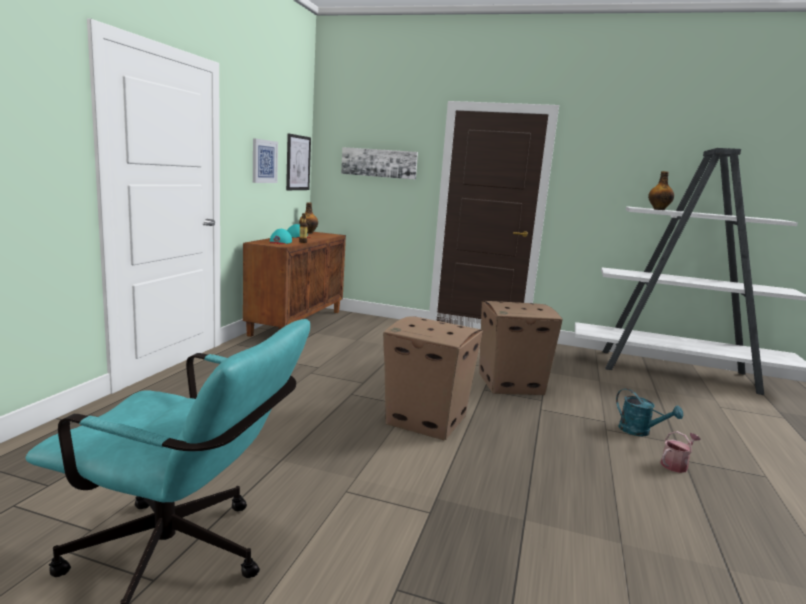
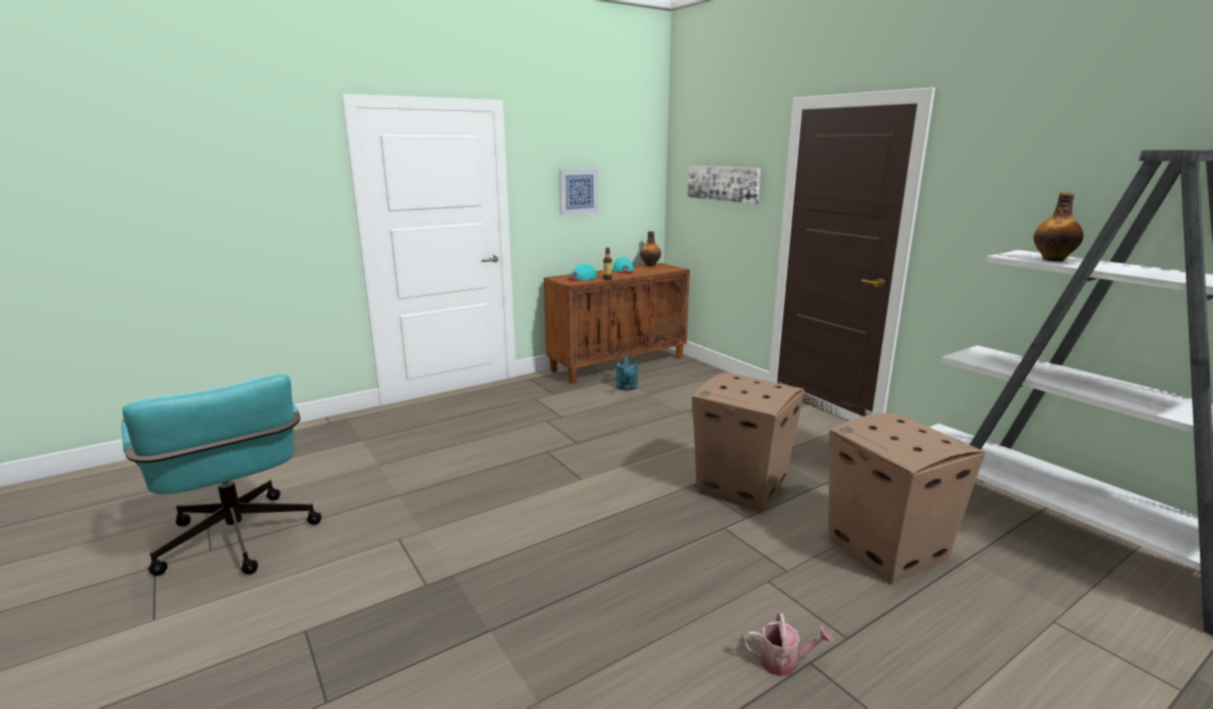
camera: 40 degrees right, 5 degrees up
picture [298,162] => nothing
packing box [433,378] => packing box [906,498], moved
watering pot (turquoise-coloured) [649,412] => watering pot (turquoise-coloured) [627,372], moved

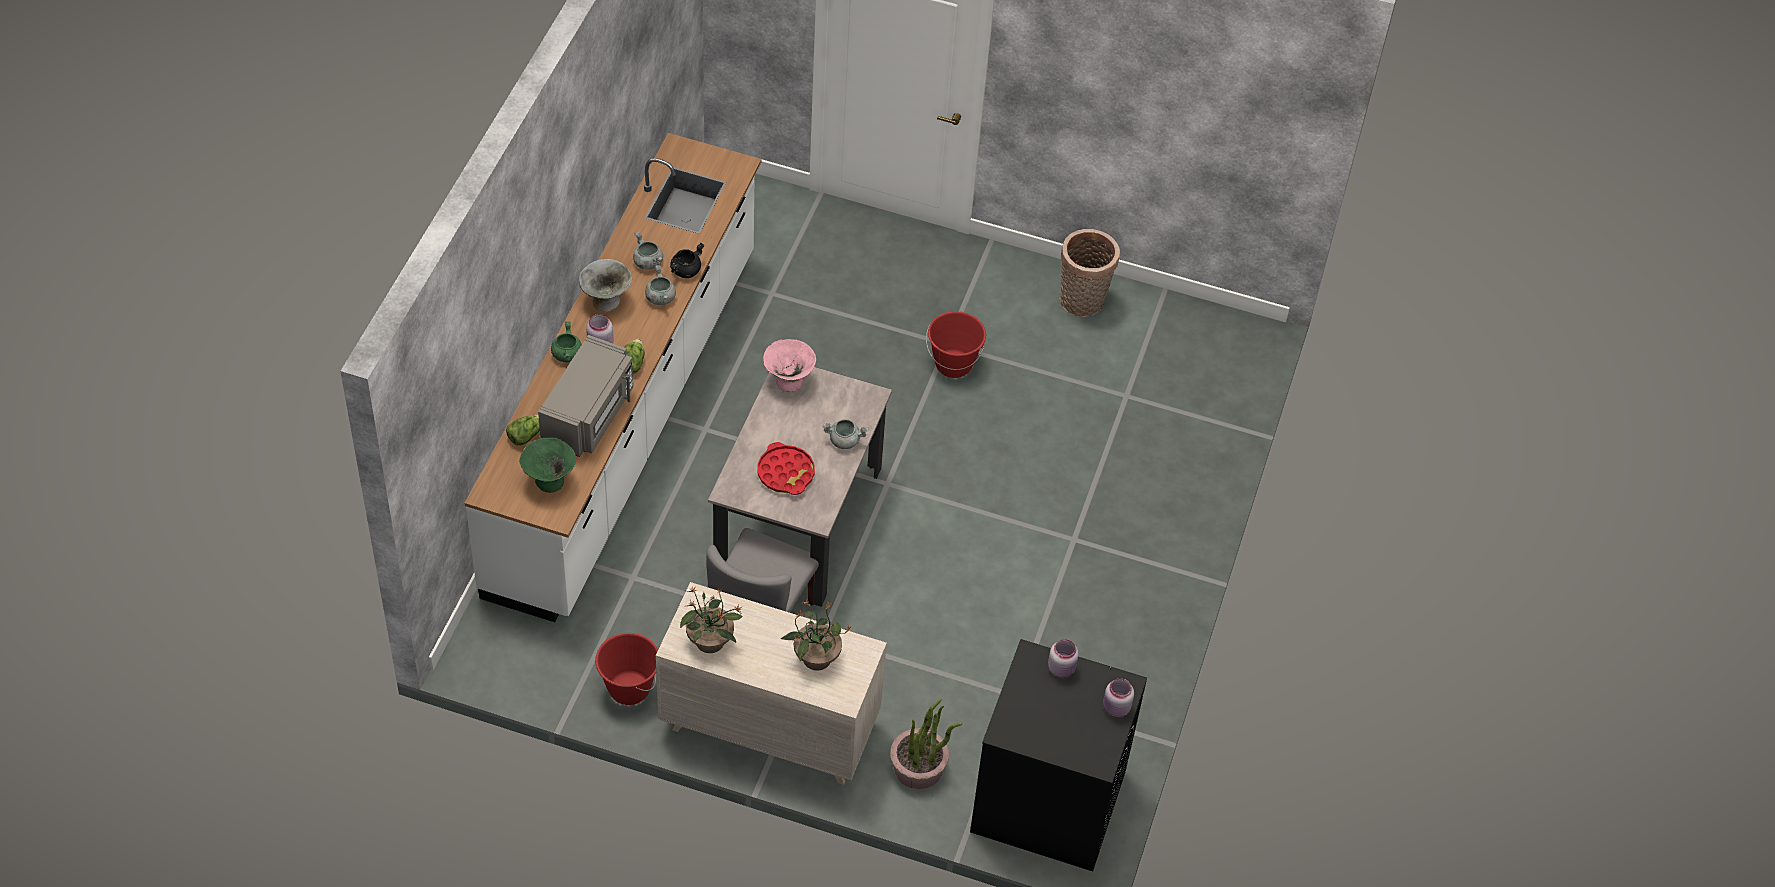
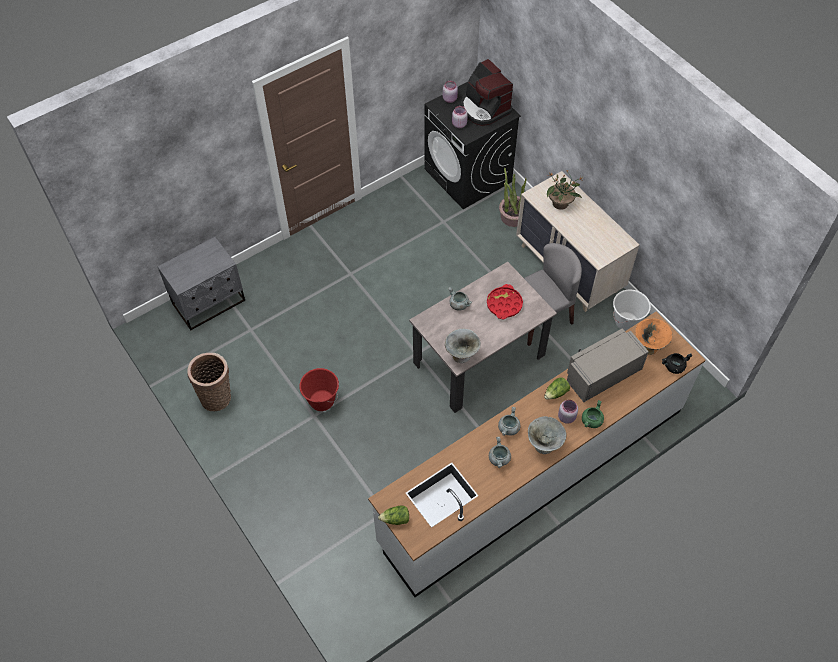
camera: 140 degrees left, 5 degrees up
houseplant [711,620] => nothing
nothing => bedside table (greyish) [201,283]
nothing => coffee brewer [487,92]
head of lettuce [523,430] => head of lettuce [393,515], moved
saucepot (blackish) [687,260] => saucepot (blackish) [677,363], moved
serving bowl (green-coloured) [547,465] => serving bowl (orange-coloured) [653,337]
pail (reddish) [626,669] => pail (white) [632,310]
serving bowl (pink-coloured) [789,365] => serving bowl (greyish) [463,346]

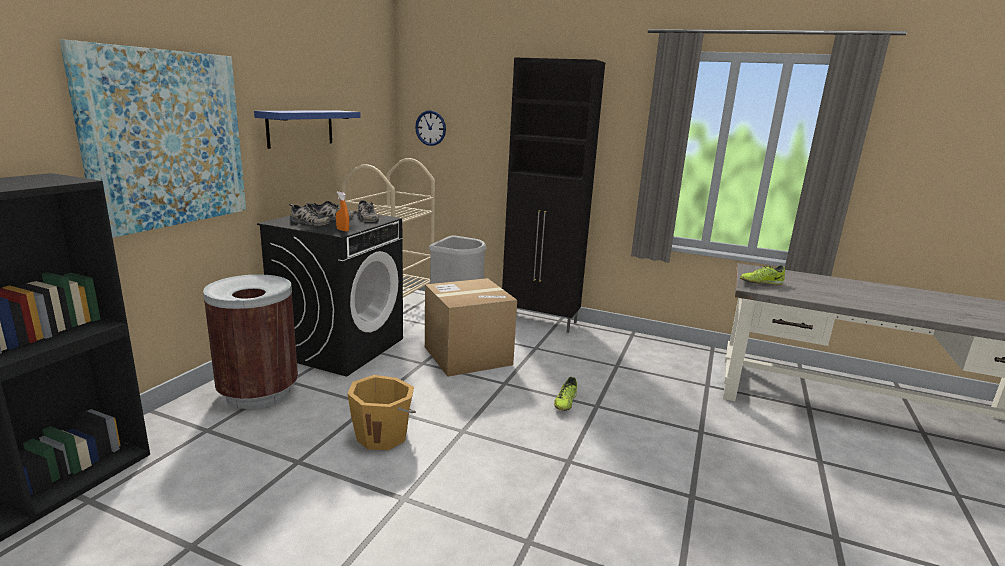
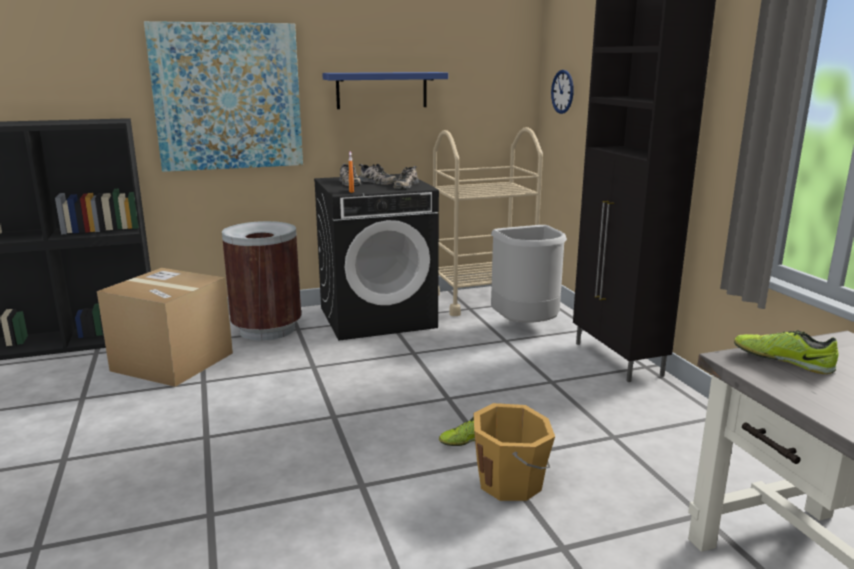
camera: 50 degrees right, 0 degrees up
pail (orange-coloured) [381,412] => pail (orange-coloured) [514,452], moved
packing box [471,327] => packing box [165,327], moved

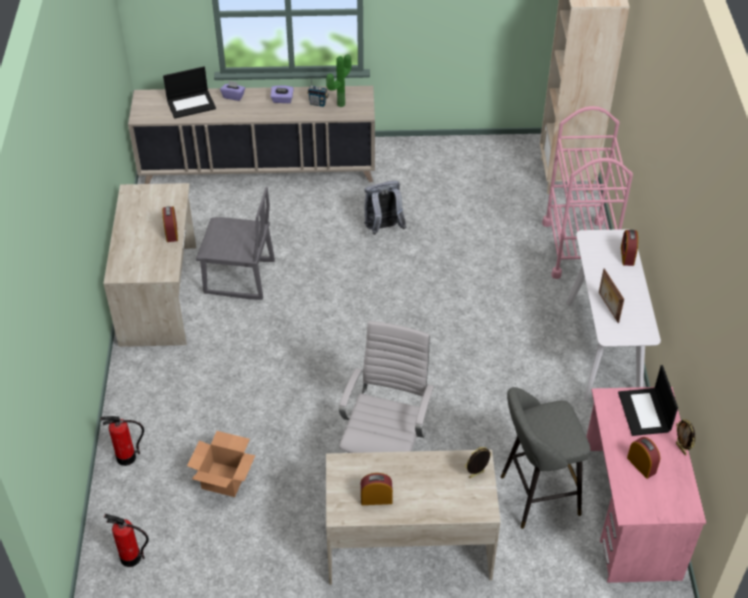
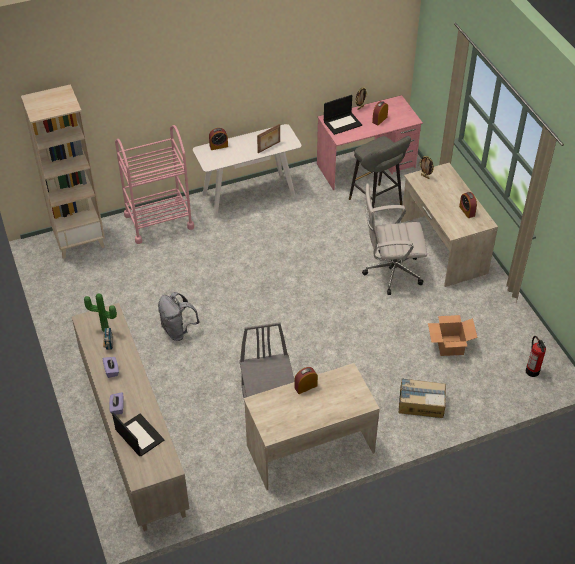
camera: 110 degrees left, 0 degrees up
fire extinguisher [122,441] => nothing
nothing => packing box [422,398]

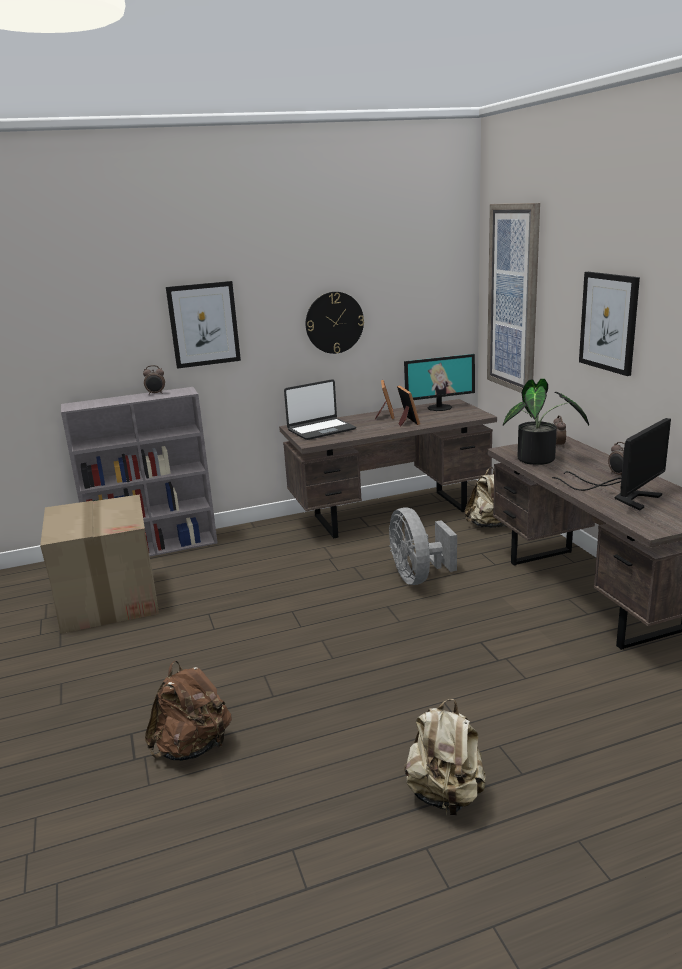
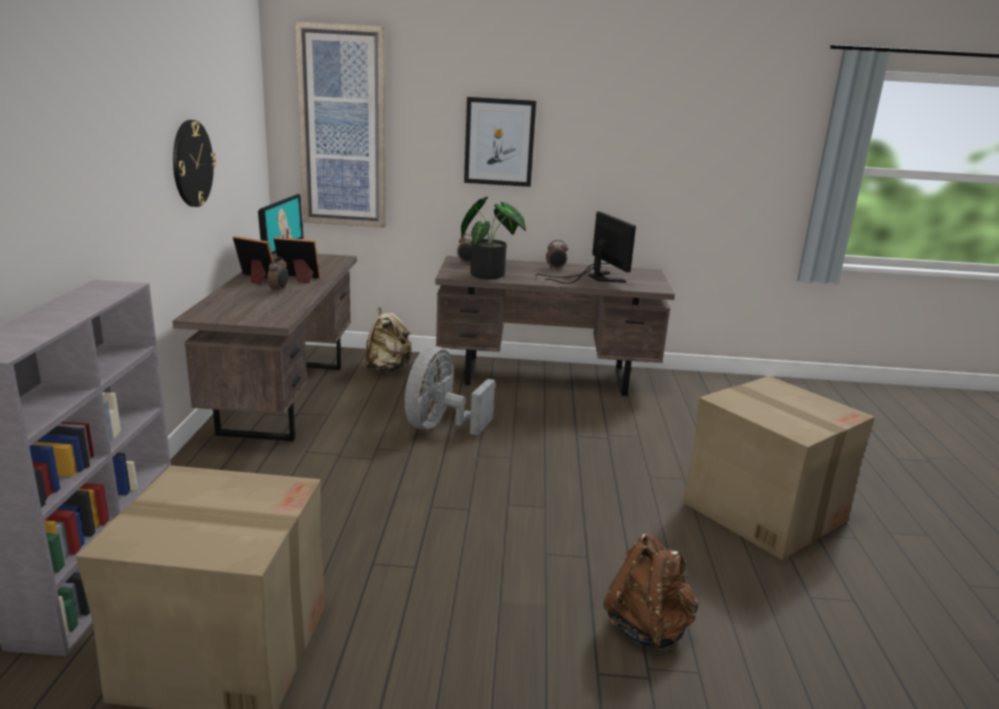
camera: 70 degrees left, 0 degrees up
picture [203,325] => nothing
portable computer [320,409] => nothing
bedside clock [154,380] => bedside clock [277,275], moved
knapsack (sand-coloured) [445,757] => packing box [779,468]
electric fan (greyish) [423,546] => electric fan (greyish) [450,390], 105 degrees clockwise

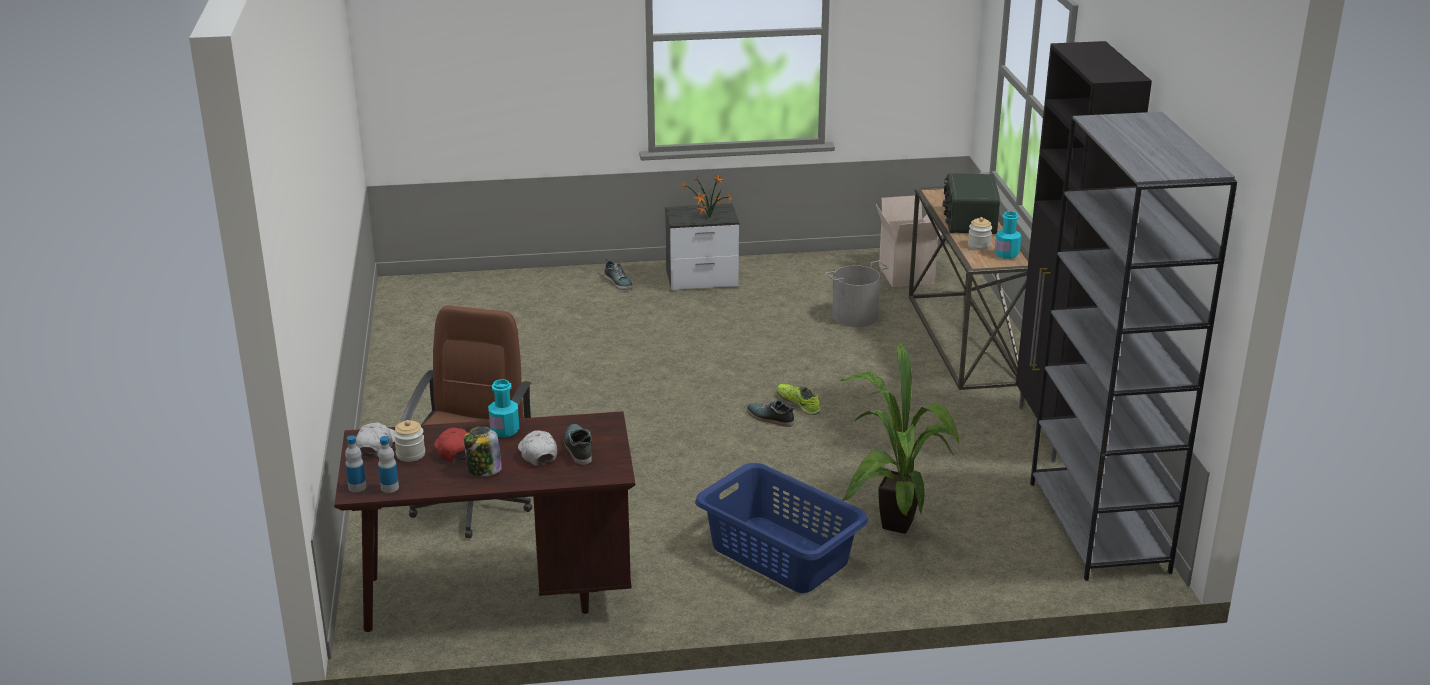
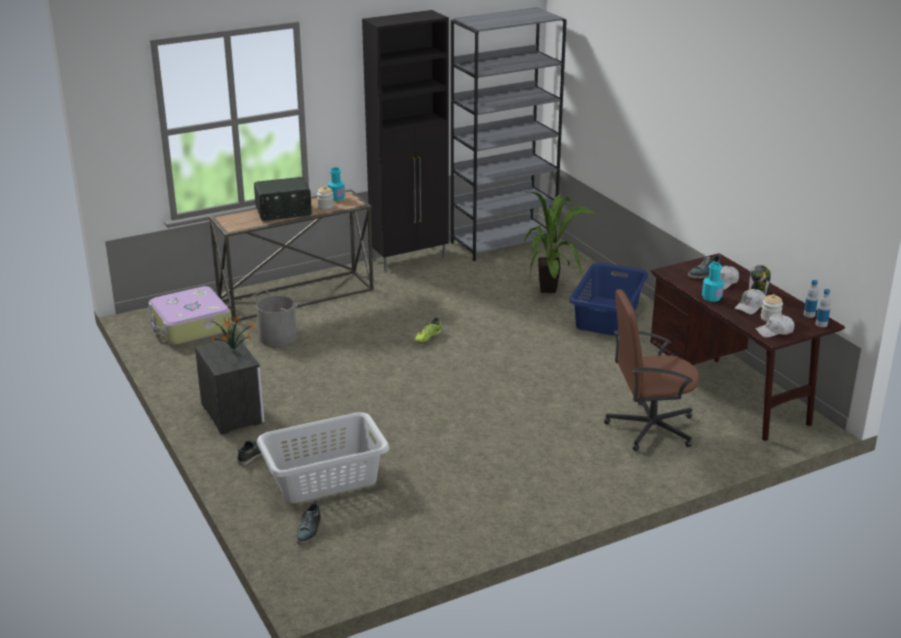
camera: 110 degrees left, 0 degrees up
nothing => laundry basket (greyish) [323,458]
item of footwear [771,413] => item of footwear [308,522], moved
packing box [909,241] => travel case [190,315]
peaked cap (reddish) [450,445] => peaked cap (white) [750,301]

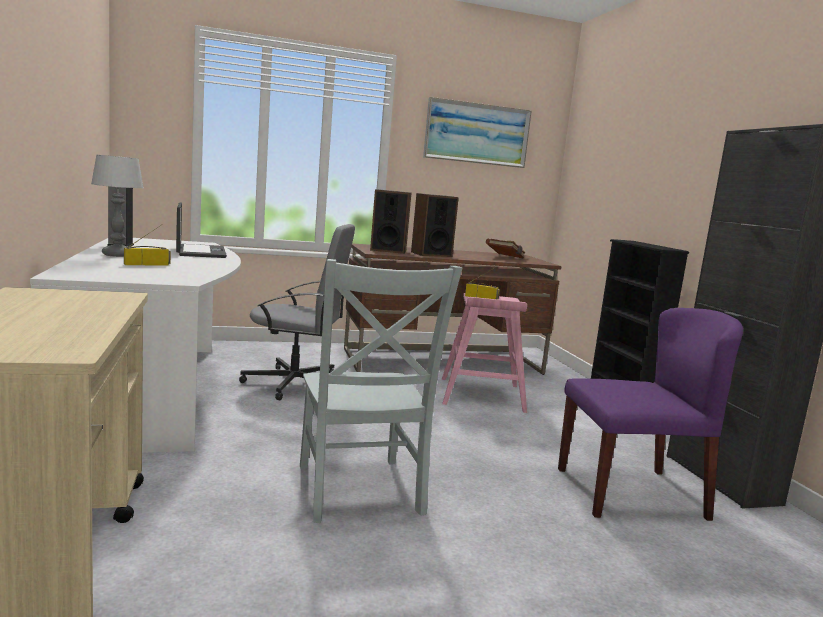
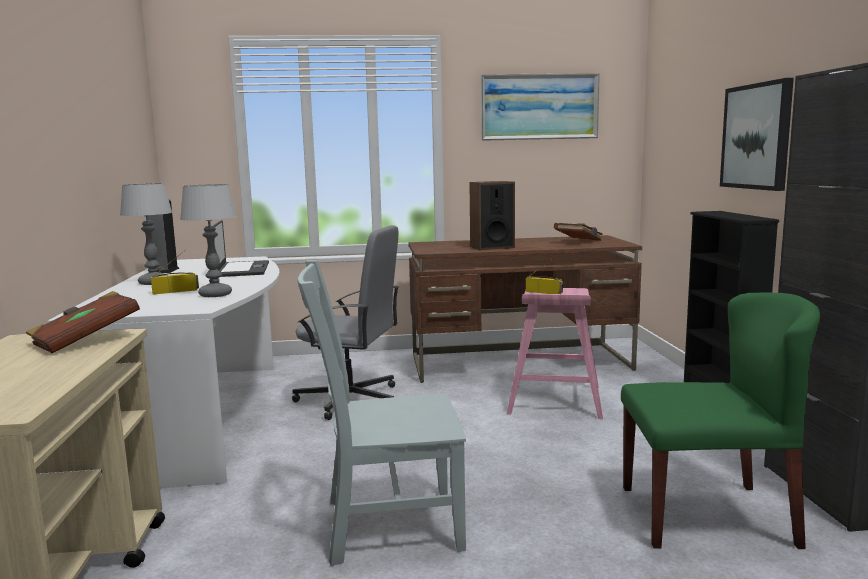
camera: 10 degrees right, 0 degrees up
speaker [390,221] => nothing
nothing => book (brownish) [83,322]
nothing => table lamp [208,240]
nothing => picture [757,134]
upright chair (purple-coloured) [650,414] => upright chair (green-coloured) [720,420]
upright chair (greyish) [381,391] => upright chair (greyish) [382,413], 90 degrees clockwise

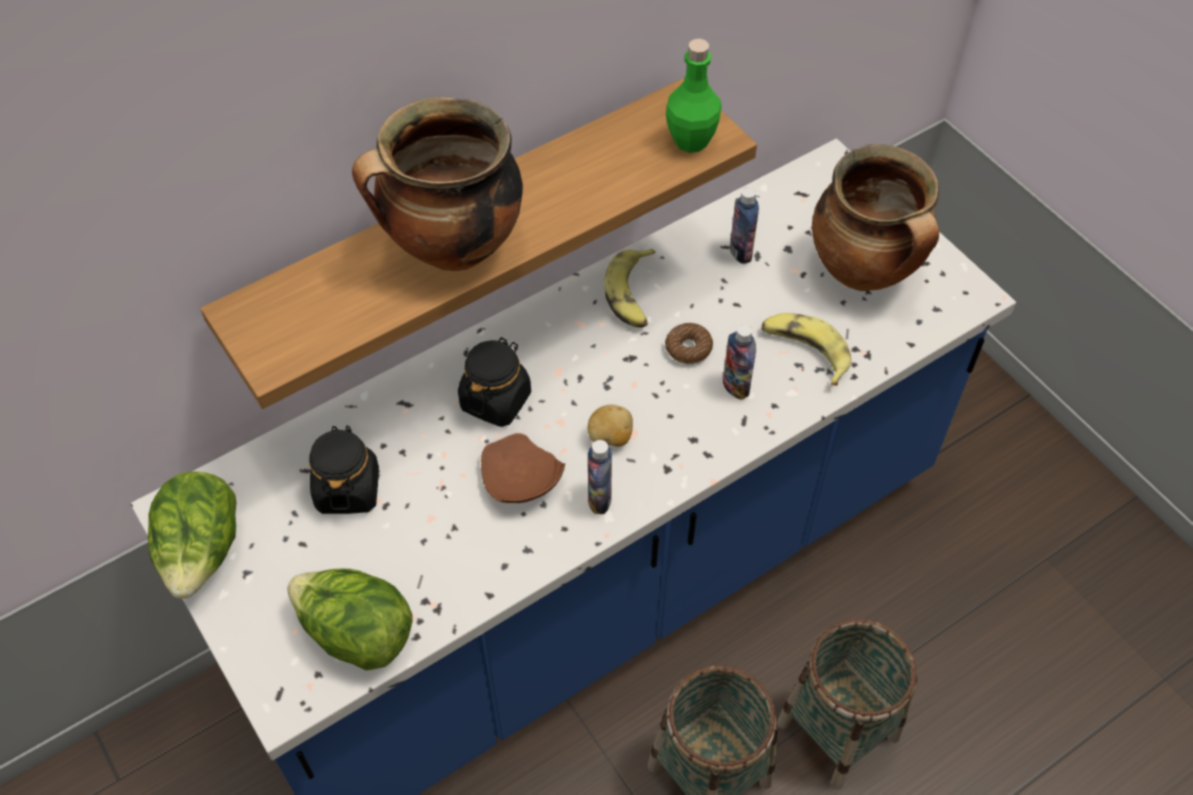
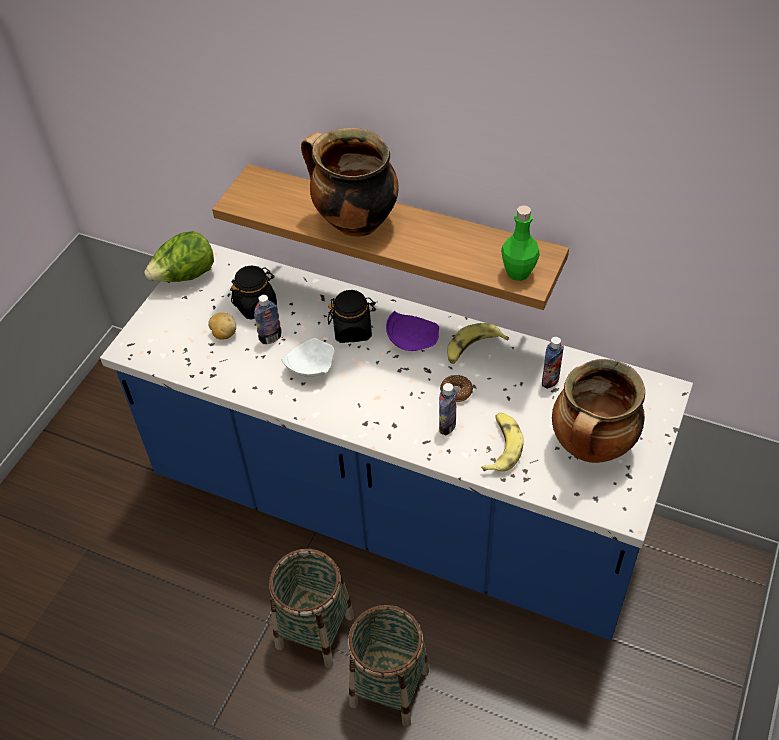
camera: 60 degrees right, 5 degrees down
head of lettuce [350,619] => nothing
nothing => flat dish (purple-coloured) [412,331]
spud [610,425] => spud [222,326], moved
bottle [600,477] => bottle [268,319], moved
flat dish (brownish) [523,468] => flat dish (white) [308,357]

